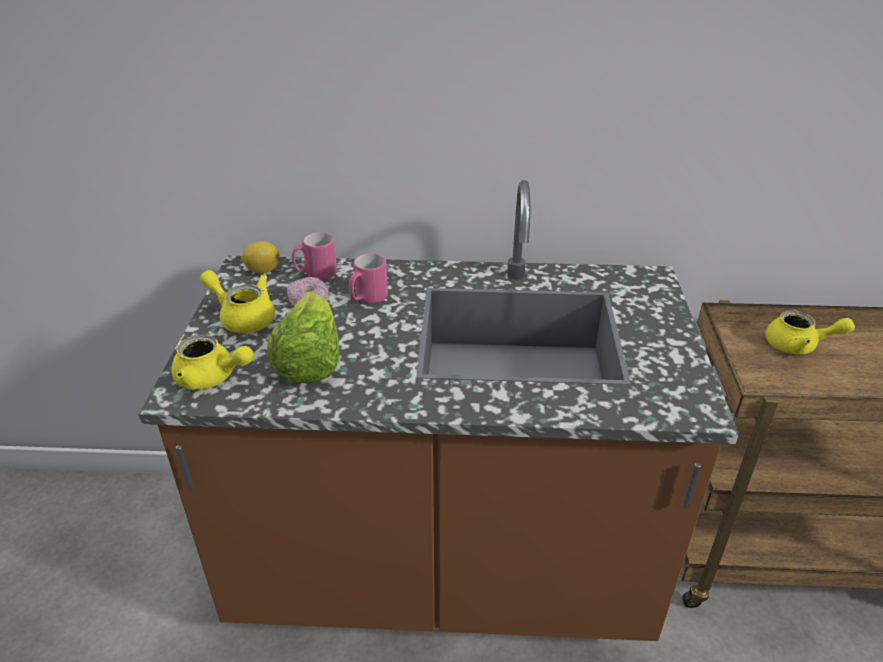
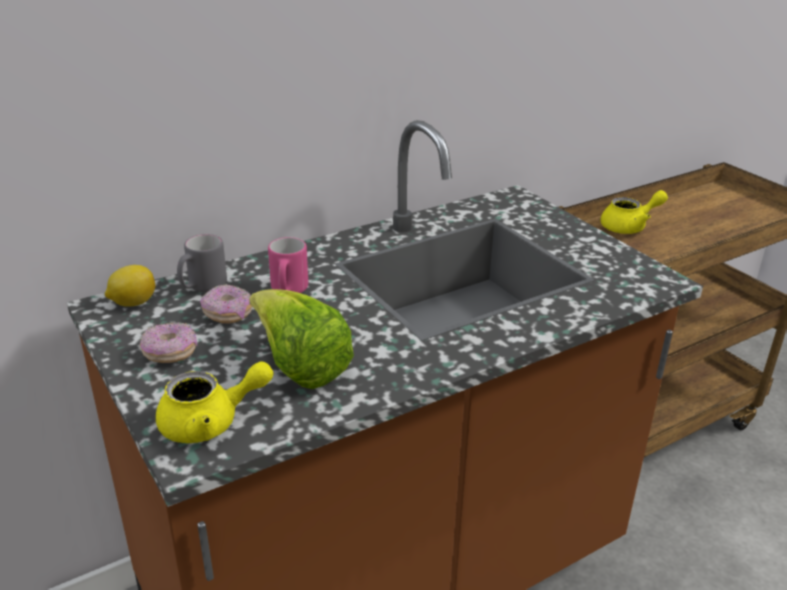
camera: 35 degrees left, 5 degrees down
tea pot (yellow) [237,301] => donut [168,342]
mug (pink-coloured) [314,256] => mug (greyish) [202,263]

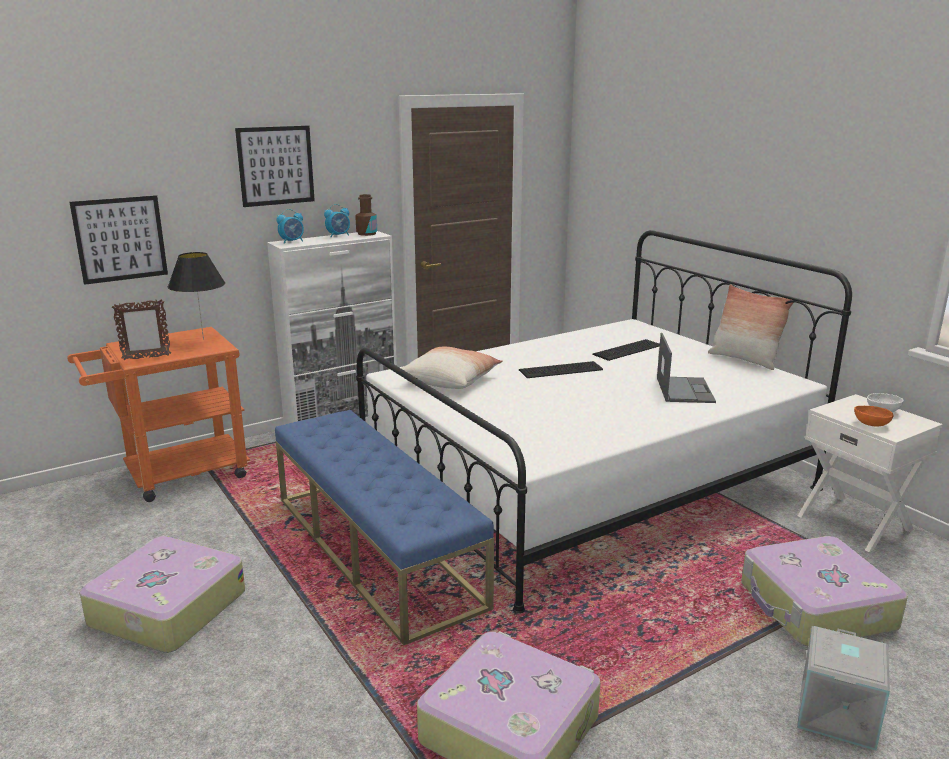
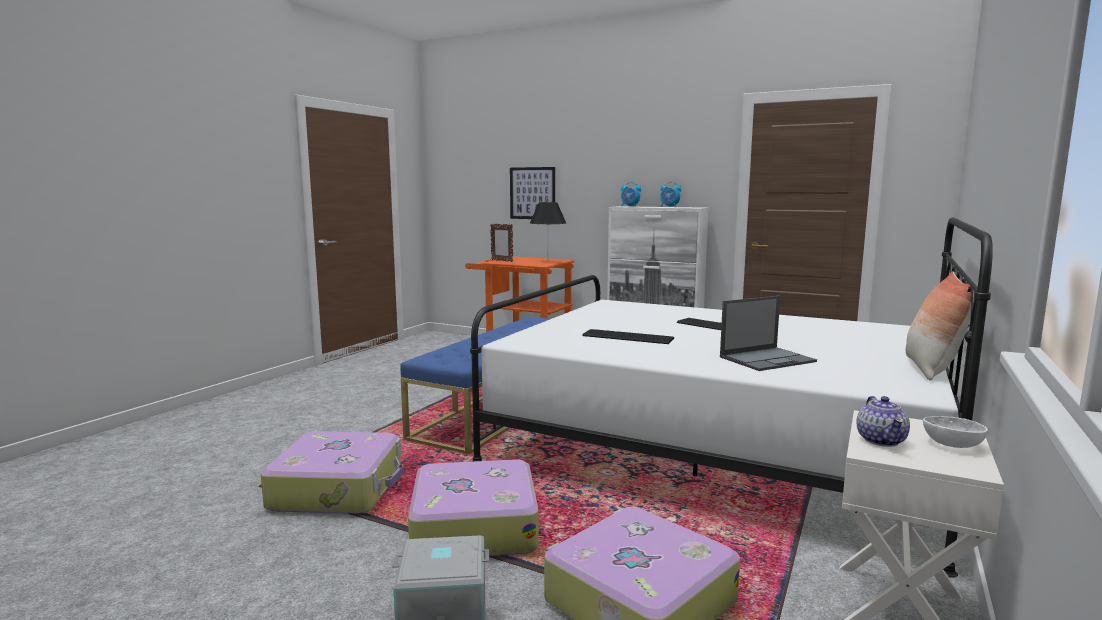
camera: 60 degrees right, 10 degrees down
picture [275,166] => nothing
bottle (brownish) [366,215] => nothing
pillow [452,368] => nothing
travel case [162,594] => travel case [473,508], moved
keyboard [626,350] => keyboard [628,336], moved
serving bowl (orange-coloured) [874,416] => tea pot [883,421]

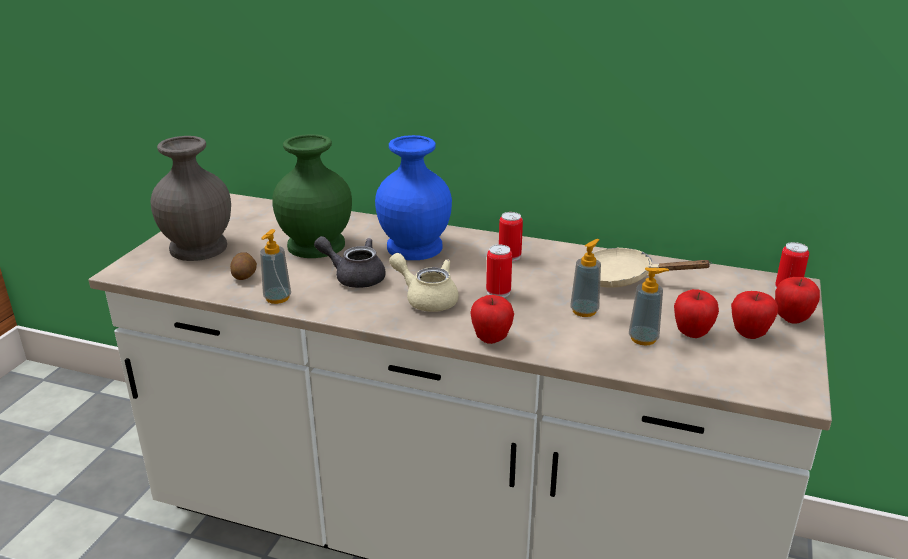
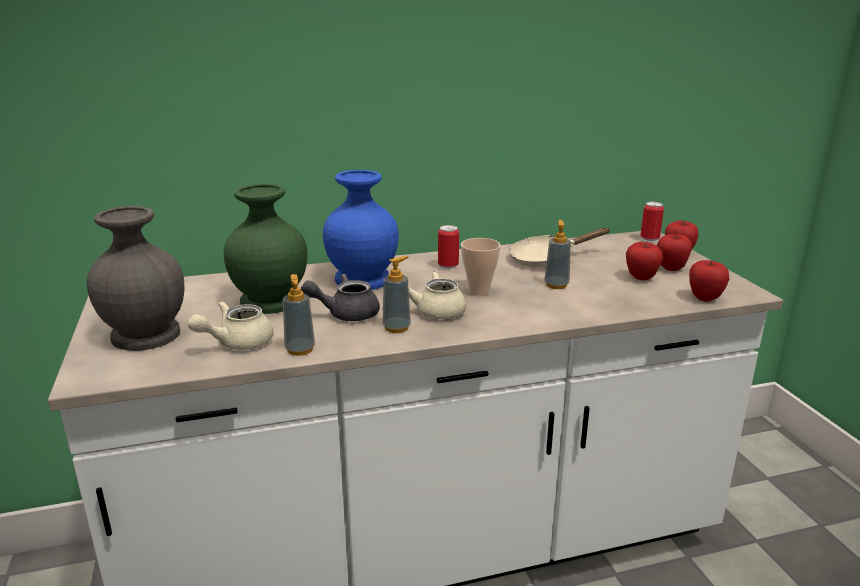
camera: 35 degrees left, 5 degrees down
whole apple [492,319] => whole apple [709,281], moved
soap bottle [649,306] => soap bottle [396,294], moved
spud [243,266] => tea pot (sand-coloured) [231,325]
sealed can [499,271] => drinking cup [481,267]

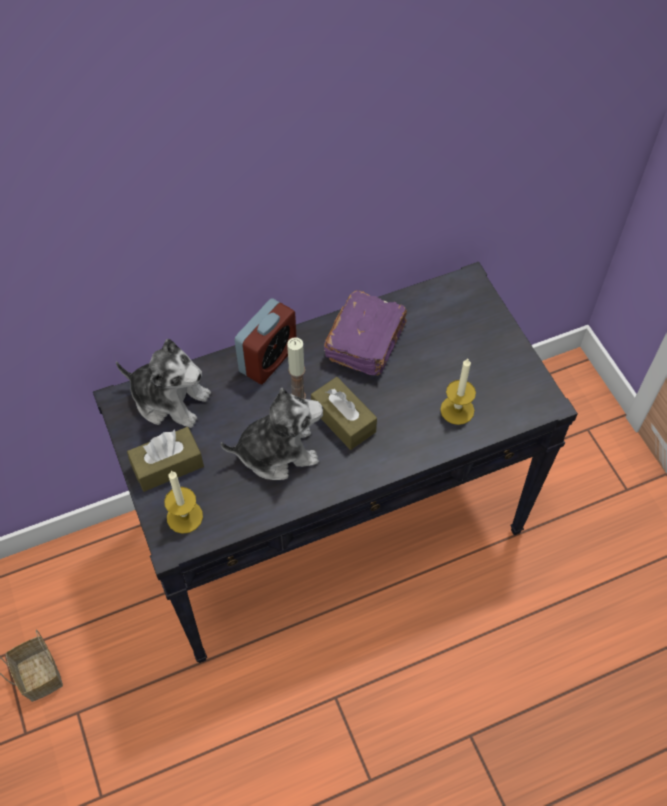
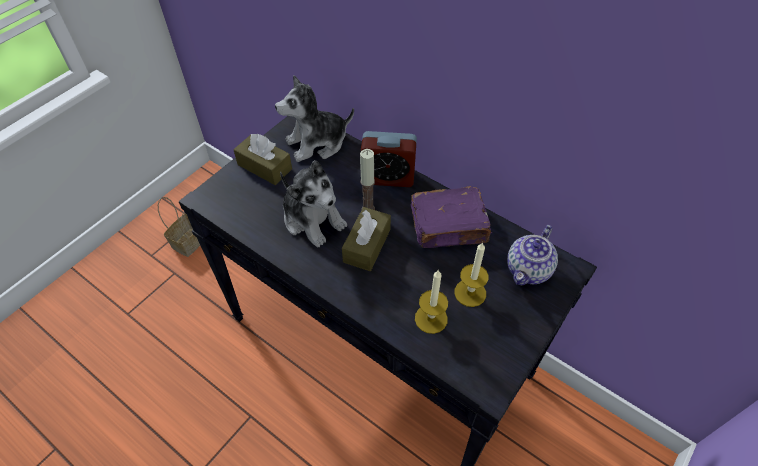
camera: 60 degrees right, 5 degrees down
nothing => tea pot [532,255]
wax candle [183,502] => wax candle [471,274], moved
soft toy [163,383] => soft toy [314,118], 75 degrees clockwise

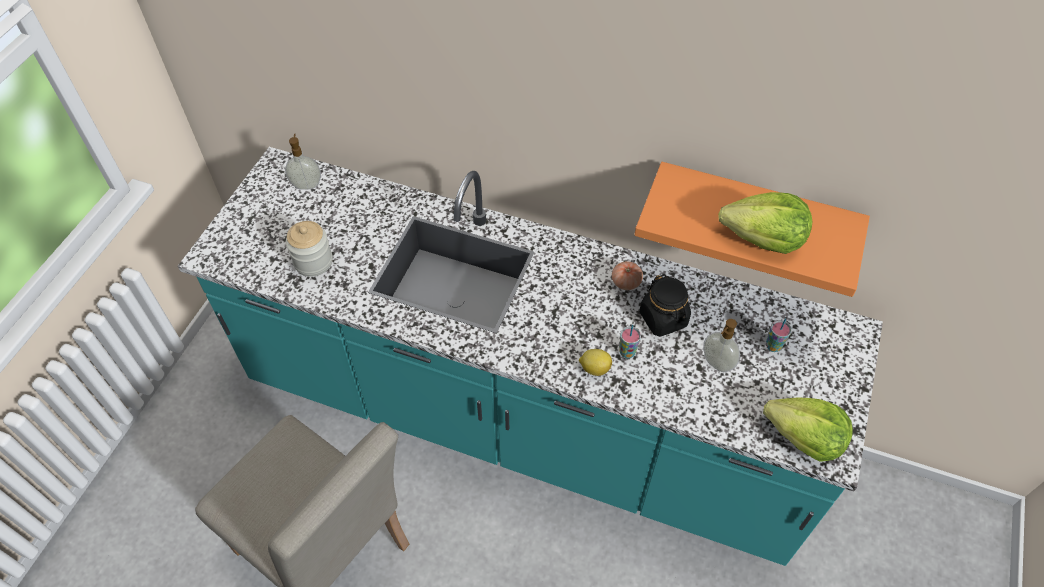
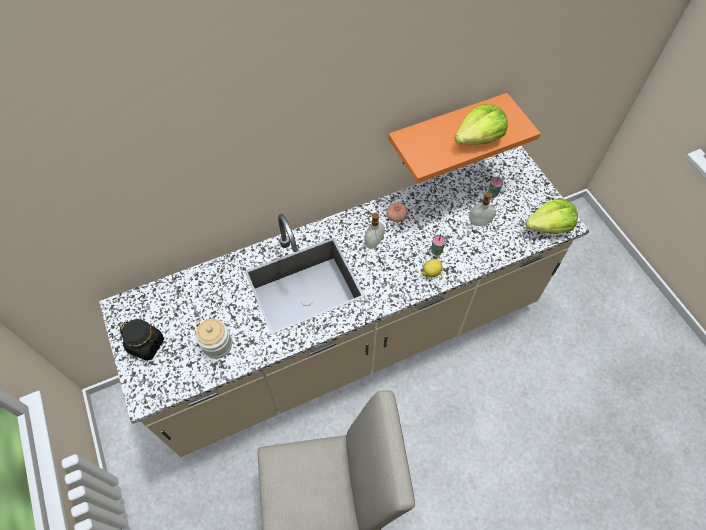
camera: 45 degrees left, 5 degrees up
soap bottle [303,162] => soap bottle [374,230], moved
preserve jar (blackish) [665,305] => preserve jar (blackish) [142,340], moved
kitchen counter (turquoise-coloured) [530,356] => kitchen counter (sand-coloured) [344,301]

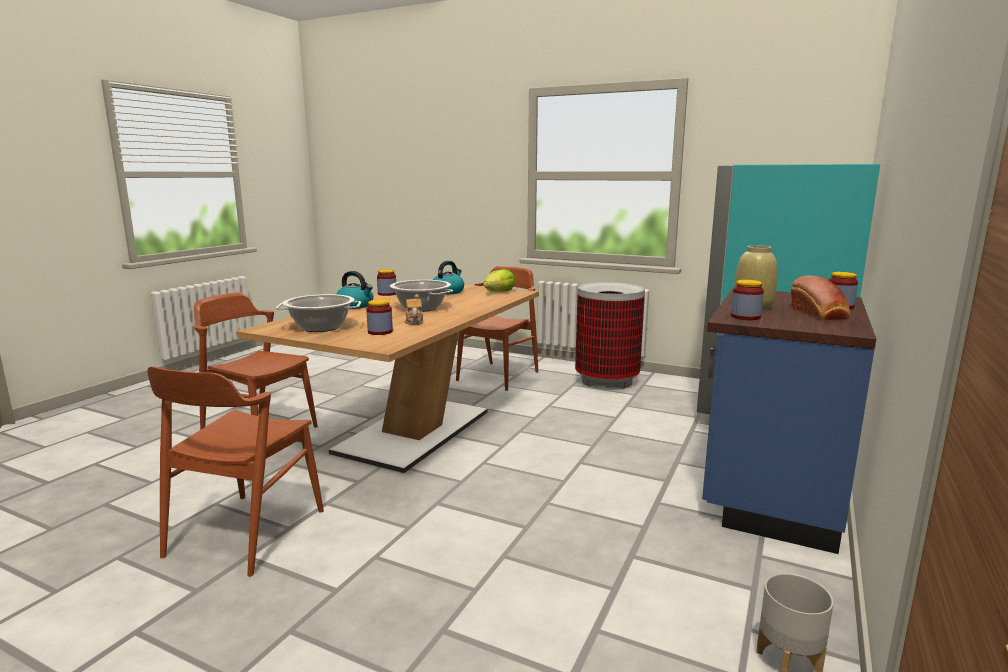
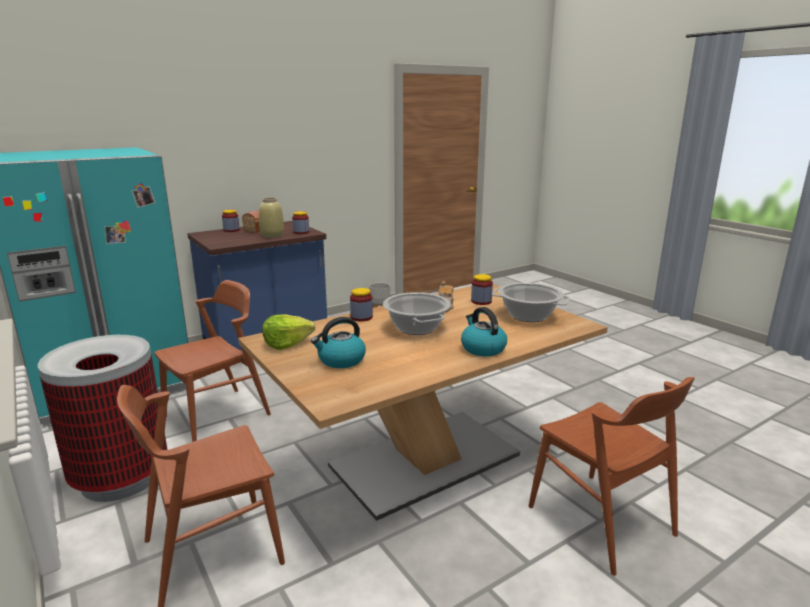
camera: 150 degrees left, 5 degrees up
upright chair (brownish) [235,472] => upright chair (brownish) [212,361], moved
preserve jar [386,282] => preserve jar [361,304], moved

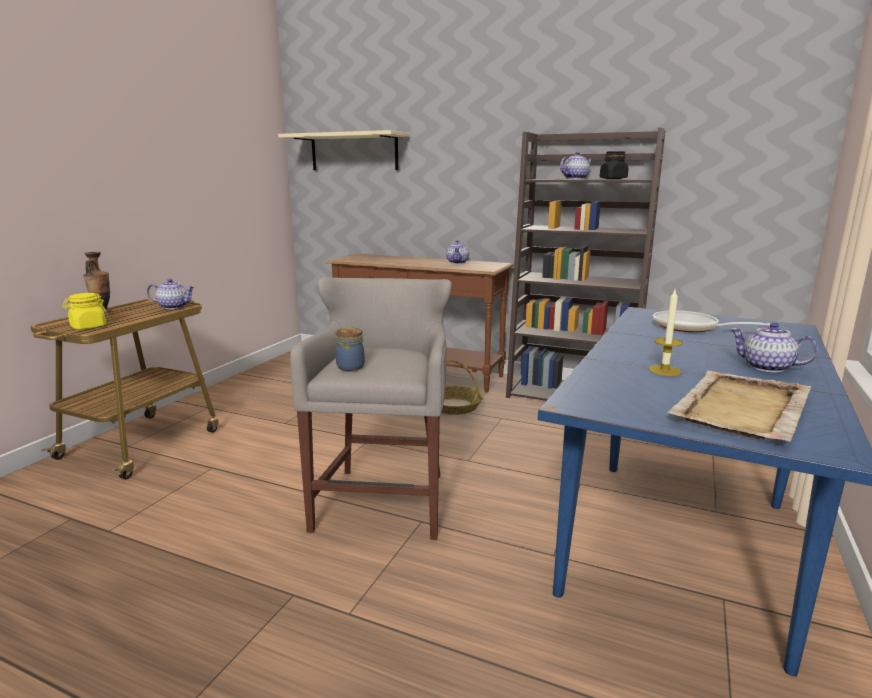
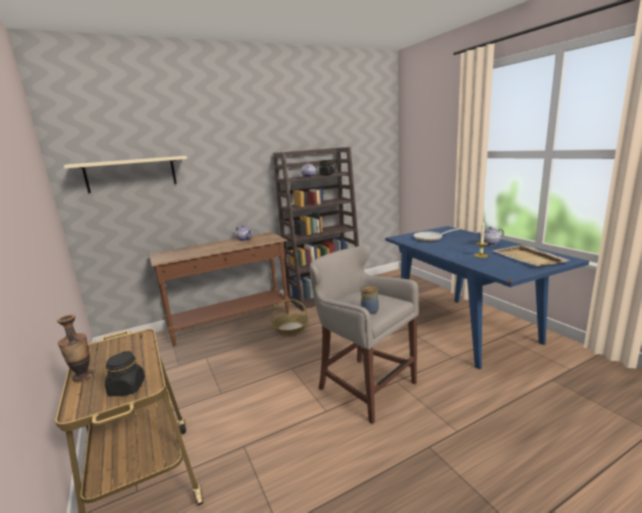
camera: 50 degrees left, 0 degrees up
tea pot [171,294] => nothing
preserve jar (yellow) [84,311] => preserve jar (blackish) [125,373]

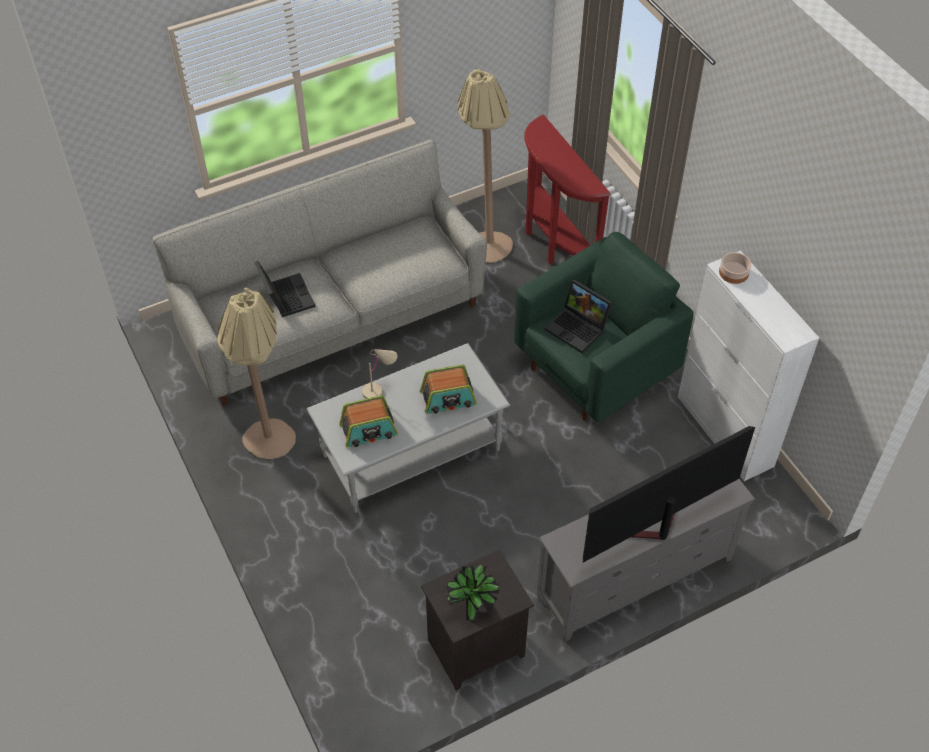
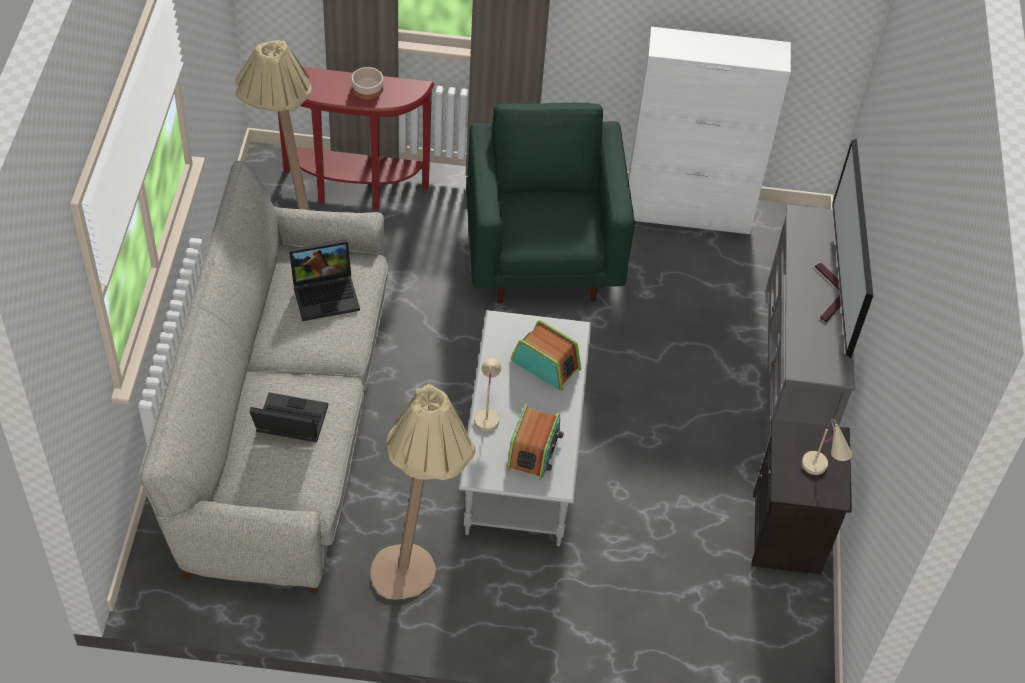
camera: 60 degrees left, 0 degrees up
portable computer [578,316] => portable computer [324,280], moved
serving bowl [735,268] => serving bowl [367,83], moved
houseplant [472,591] => table lamp (sand-coloured) [827,447]
radio receiver [448,389] => radio receiver [546,355], 75 degrees counterclockwise

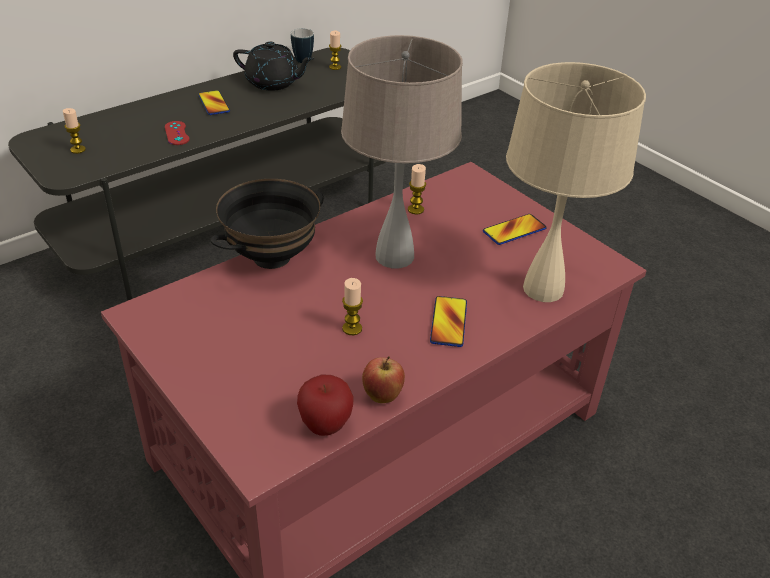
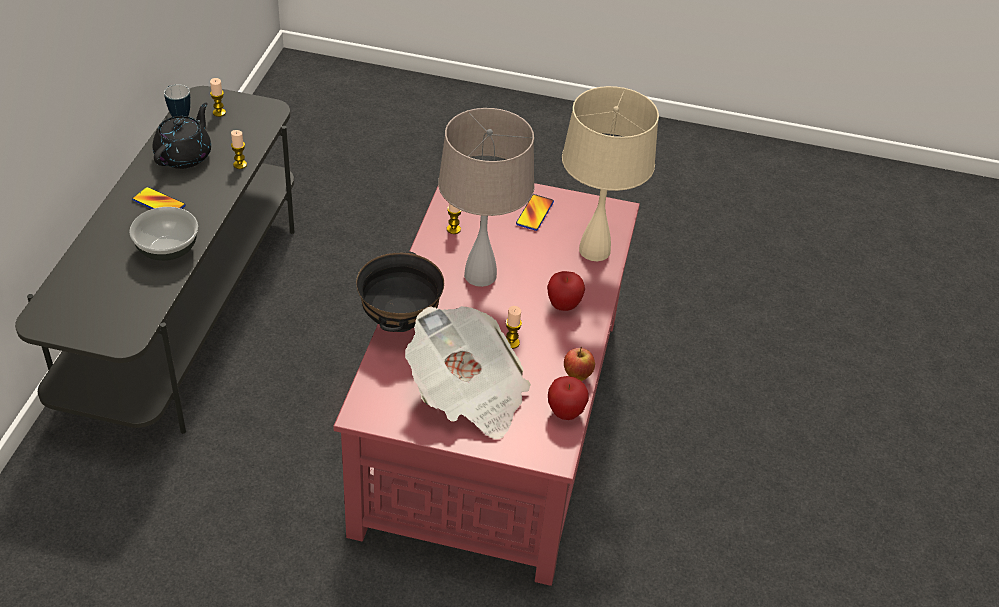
camera: 40 degrees left, 5 degrees up
nothing => daily paper [468,372]
wax candle [74,131] => wax candle [239,149], moved
joypad (reddish) [177,133] => serving bowl [163,234]
handset [448,321] => whole apple [566,291]
tea pot (blackish) [273,66] => tea pot (blackish) [181,135], 45 degrees counterclockwise

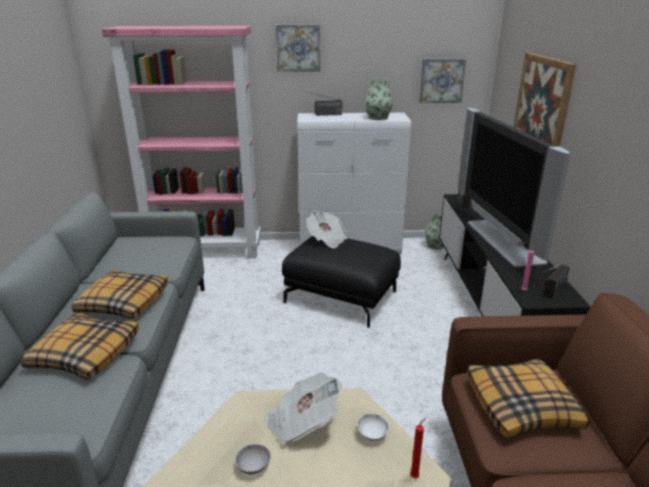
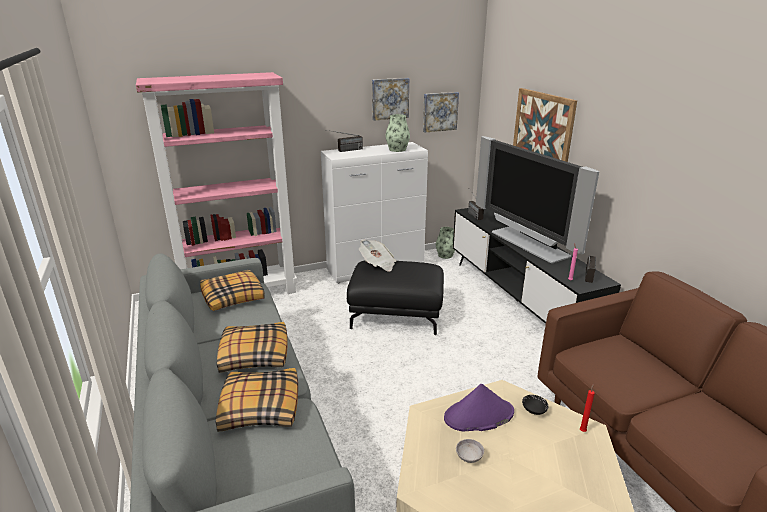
camera: 20 degrees left, 0 degrees up
picture [298,48] => picture [390,99], moved
pillow [528,398] => pillow [232,290], moved
daily paper [303,408] => hat (purple-coloured) [479,408]
serving bowl (white) [373,427] => serving bowl (blackish) [535,405]

